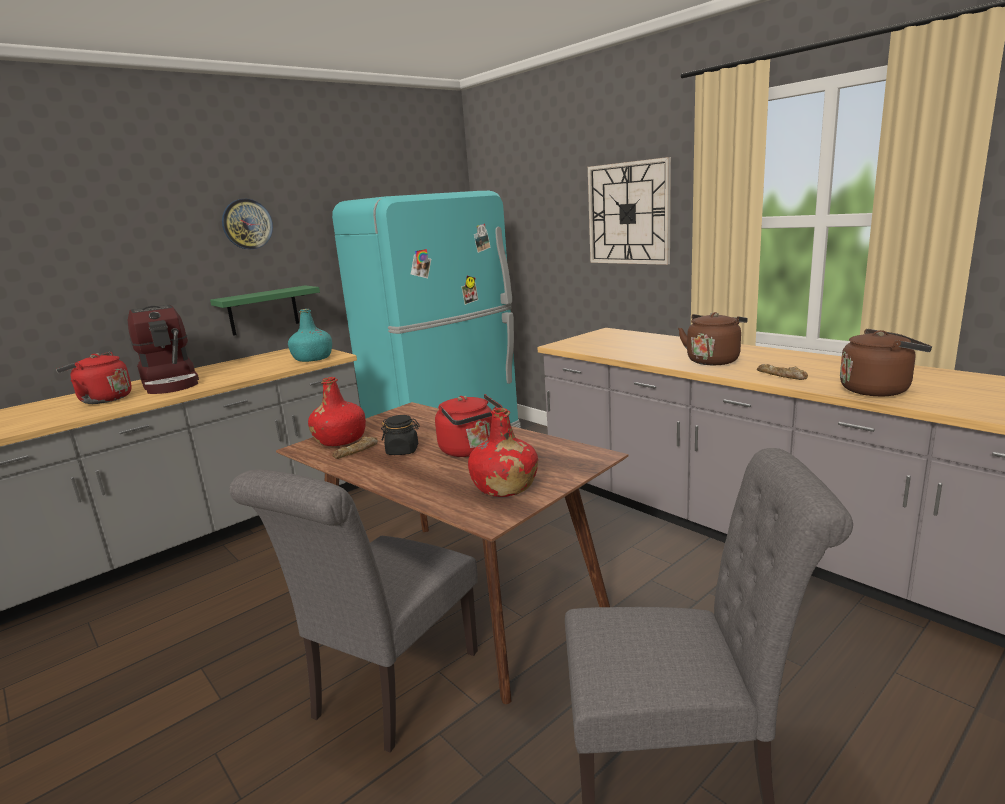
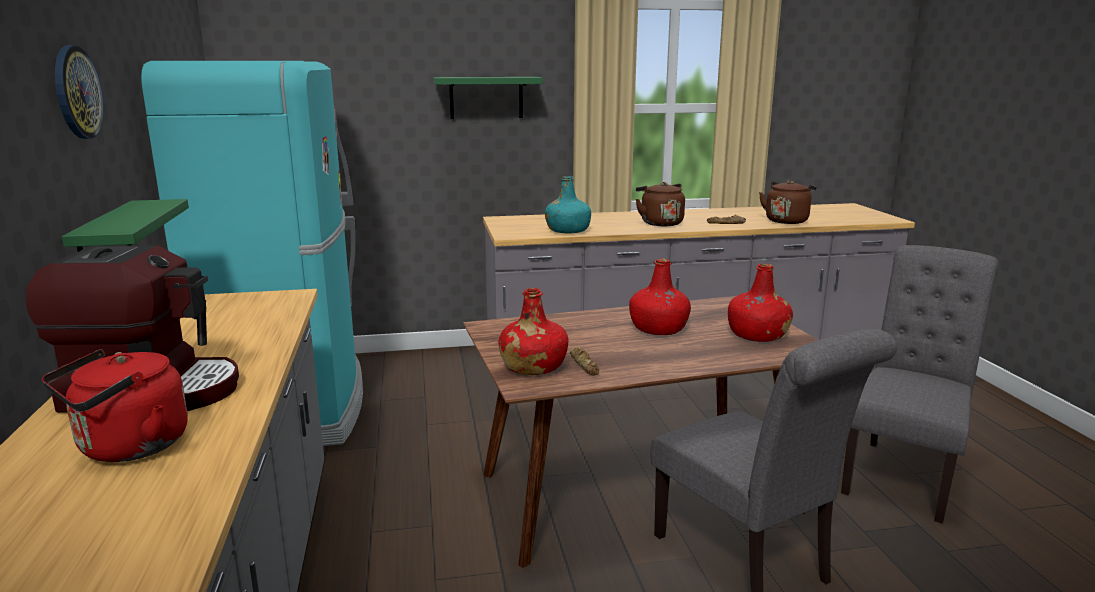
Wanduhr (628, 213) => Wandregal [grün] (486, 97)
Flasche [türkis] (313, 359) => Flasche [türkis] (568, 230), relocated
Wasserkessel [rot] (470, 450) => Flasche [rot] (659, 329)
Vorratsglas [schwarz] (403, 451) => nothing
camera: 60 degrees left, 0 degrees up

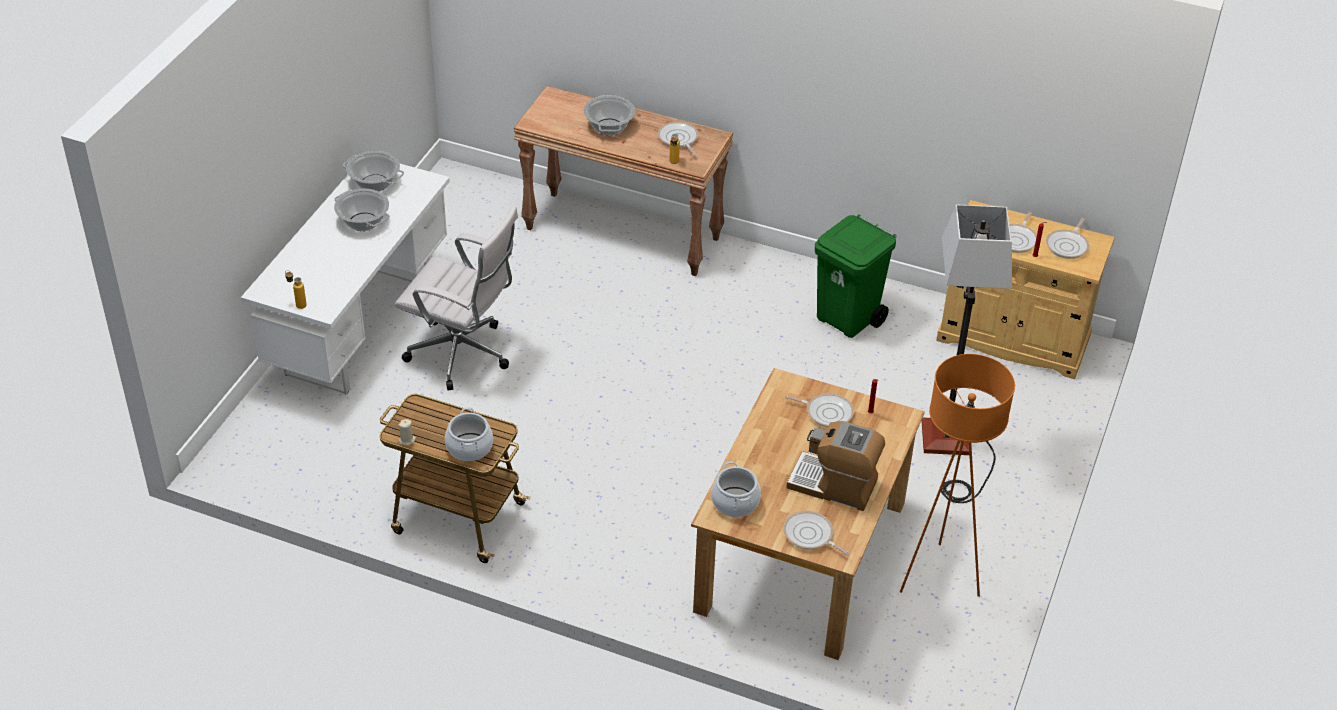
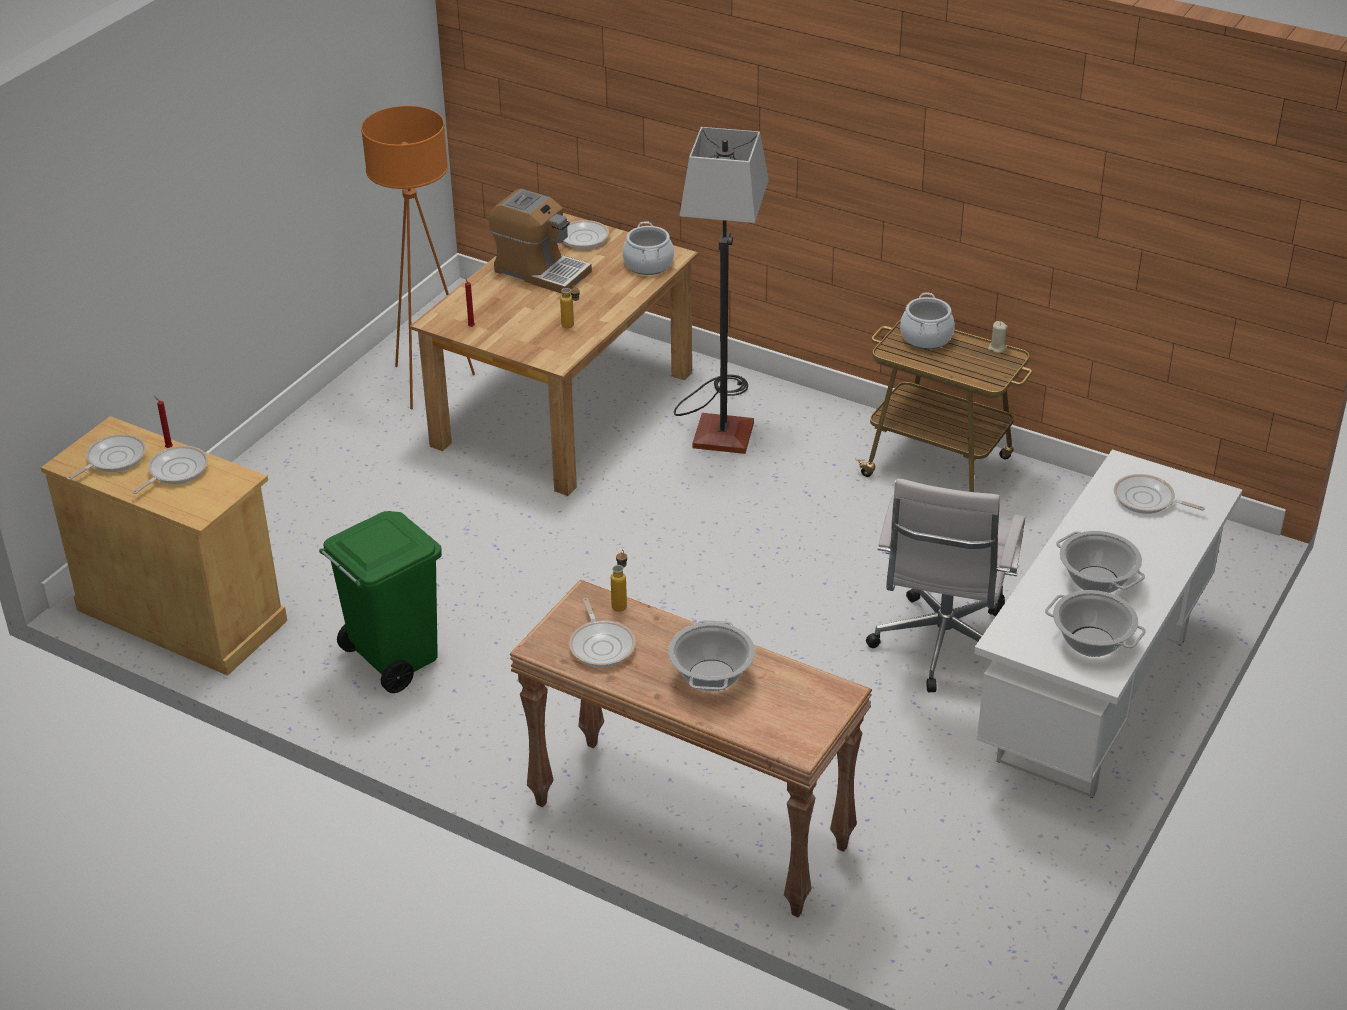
Stehlampe (951, 450) => Stehlampe (720, 424), relocated
Bürostuhl [weiß] (463, 355) => Bürostuhl [weiß] (941, 649), 105 degrees counterclockwise
Flasche (297, 304) => Flasche (572, 327), relocated
Pfanne (826, 412) => Pfanne (1147, 500), relocated
camera: 170 degrees left, 5 degrees down

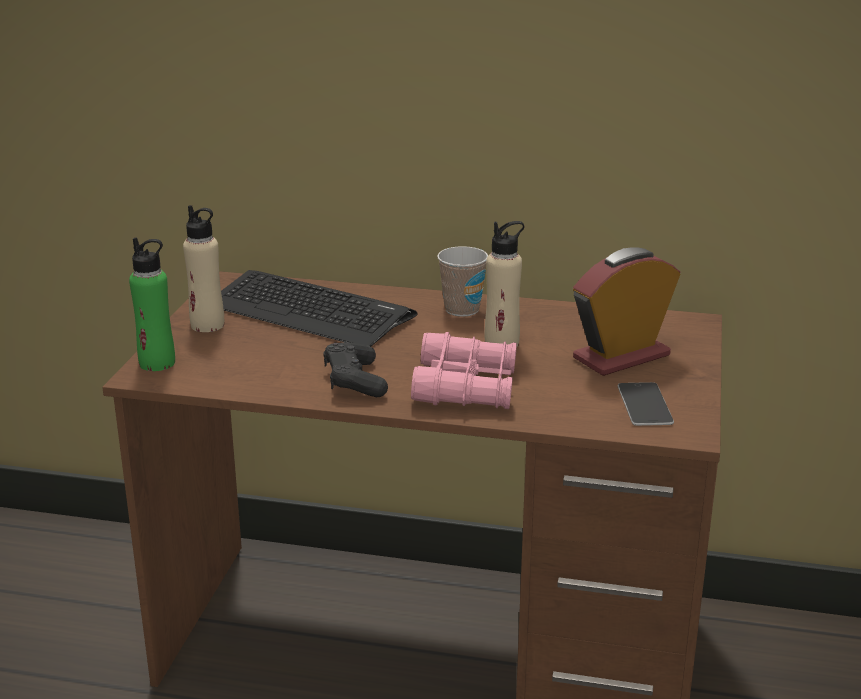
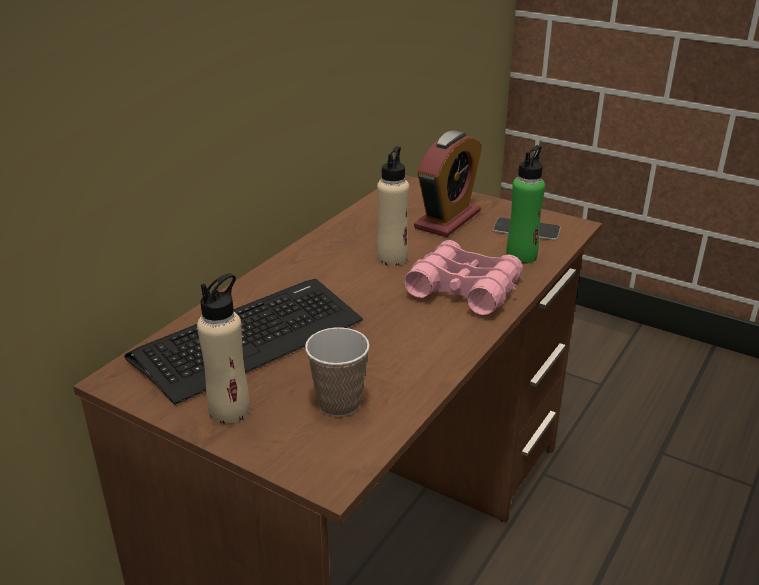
Flasche [grün] (157, 363) => Flasche [grün] (521, 256), relocated
Tasse (462, 309) => Tasse (339, 403), relocated
Wecker (621, 357) => Wecker (447, 220), 135 degrees counterclockwise
Gamepad [schwarz] (354, 381) => nothing
camera: 70 degrees left, 5 degrees up

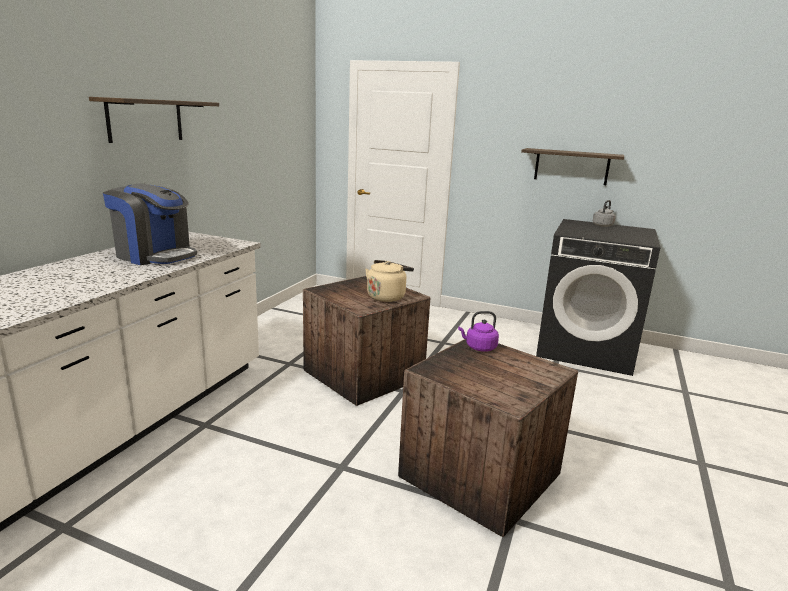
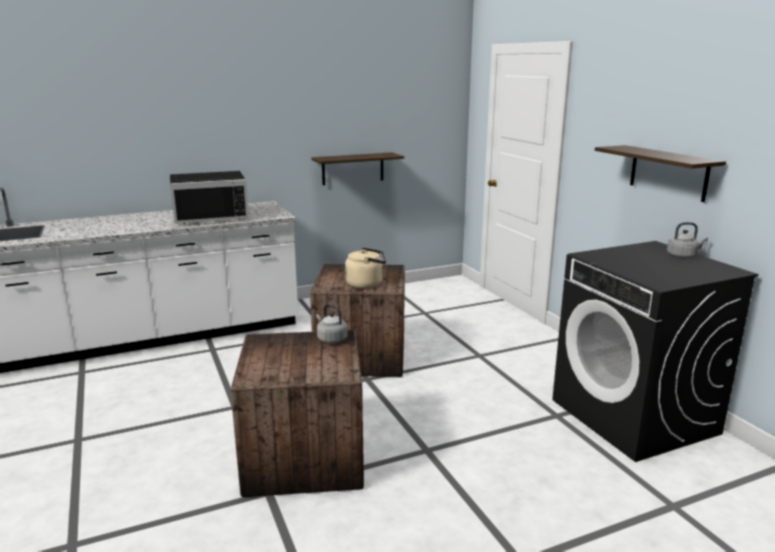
Wandregal (145, 120) => Wandregal (353, 168), relocated
Kaffeemaschine (155, 255) => Mikrowelle [schwarz] (211, 216)
Wasserkessel [lila] (479, 347) => Wasserkessel [grau] (331, 339)
camera: 45 degrees right, 0 degrees up

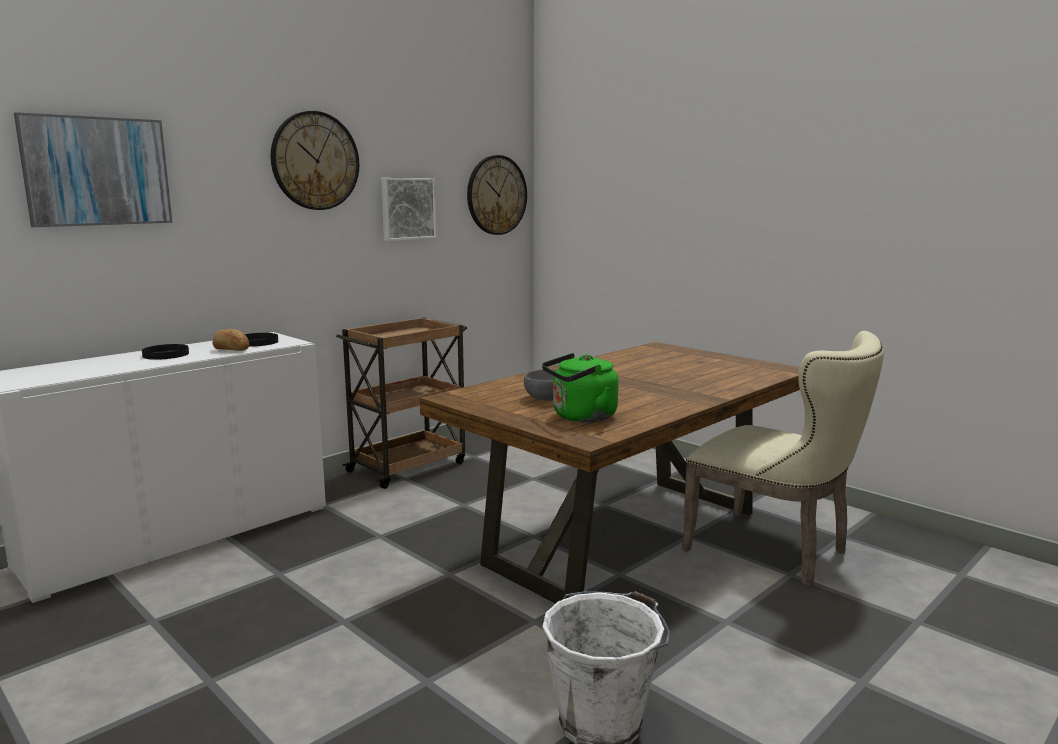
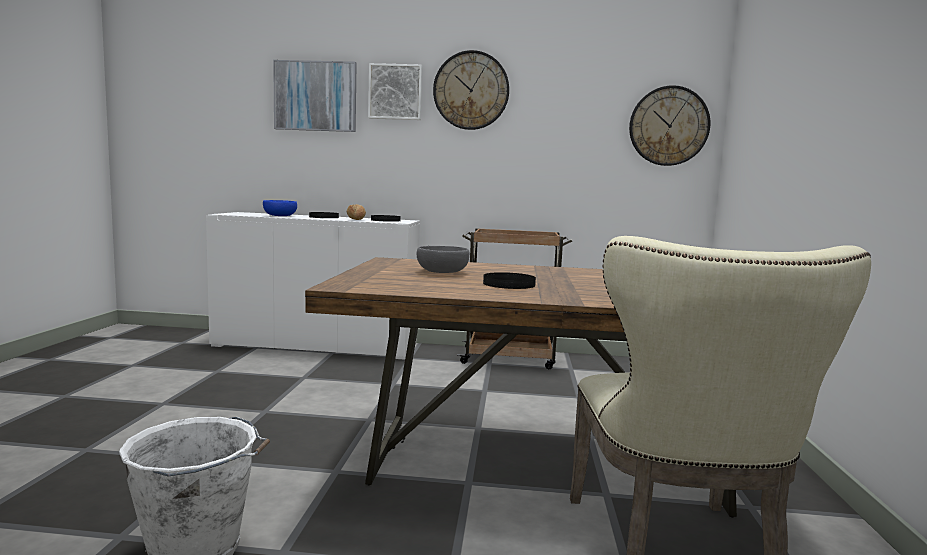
Bild (407, 208) => Bild (395, 92), relocated
Wasserkessel [grün] (581, 417) => nothing
nothing => Schüssel [blau] (279, 216)
nothing => Teller [schwarz] (509, 284)
camera: 50 degrees right, 5 degrees down

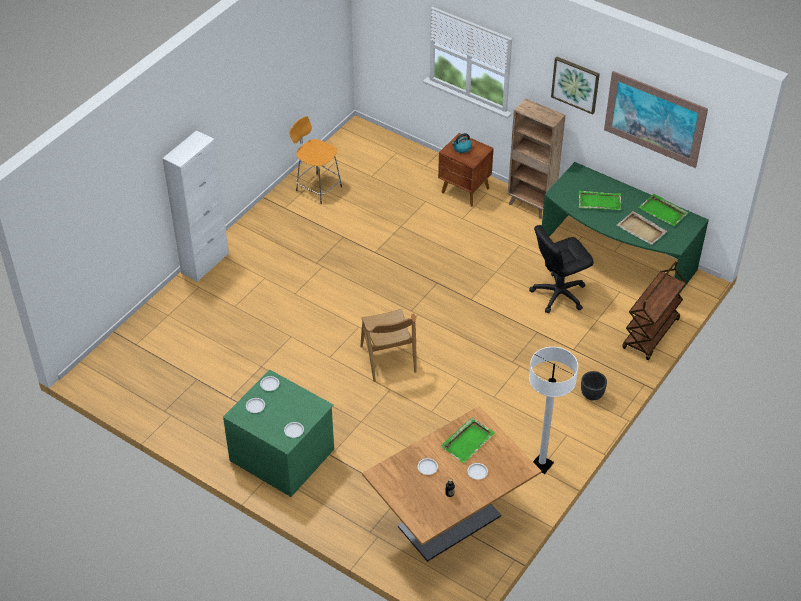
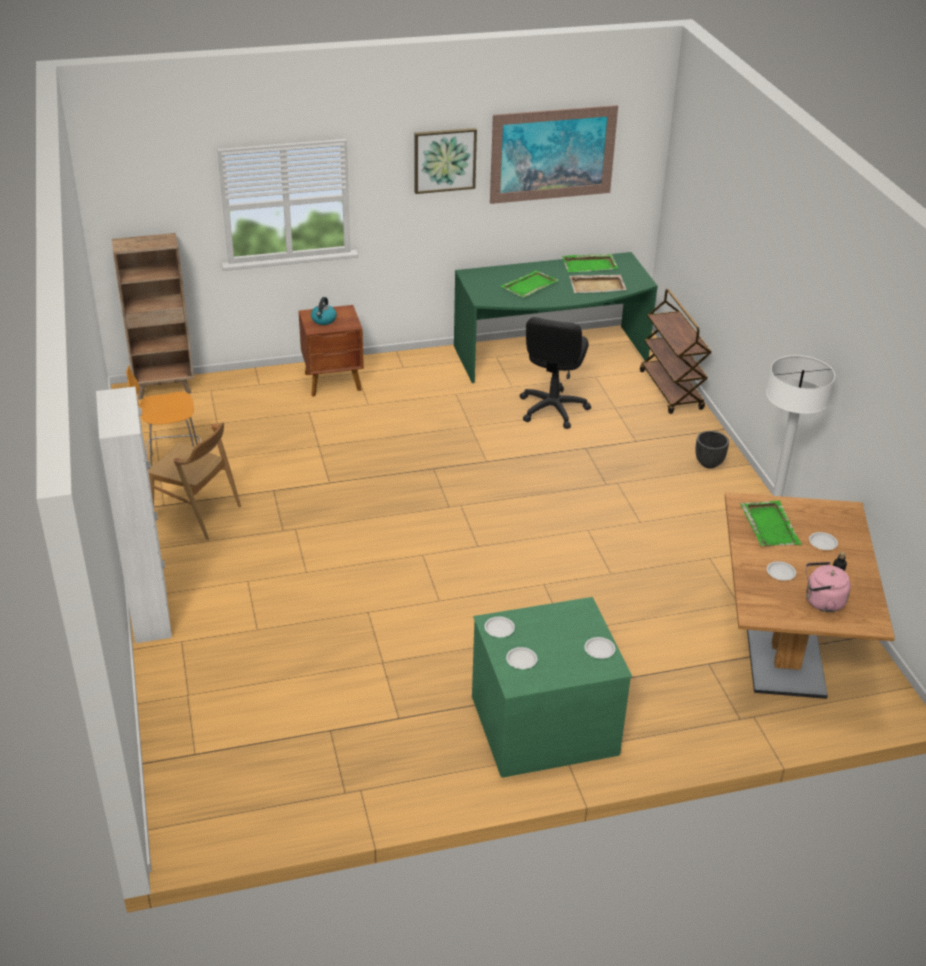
Bücherregal [braun] (531, 205) => Bücherregal [braun] (165, 388), relocated
Stuhl [braun] (388, 359) => Stuhl [braun] (196, 514), relocated
nothing => Wasserkessel [rosa] (821, 602)
camera: 50 degrees left, 10 degrees down

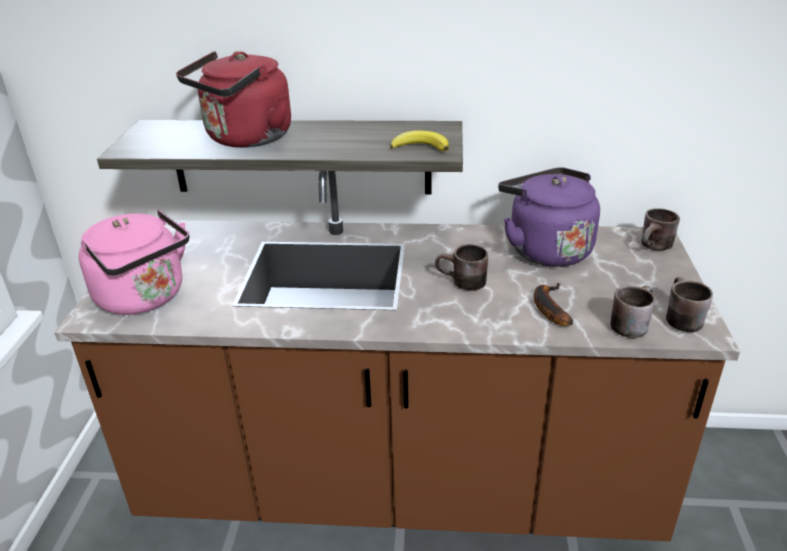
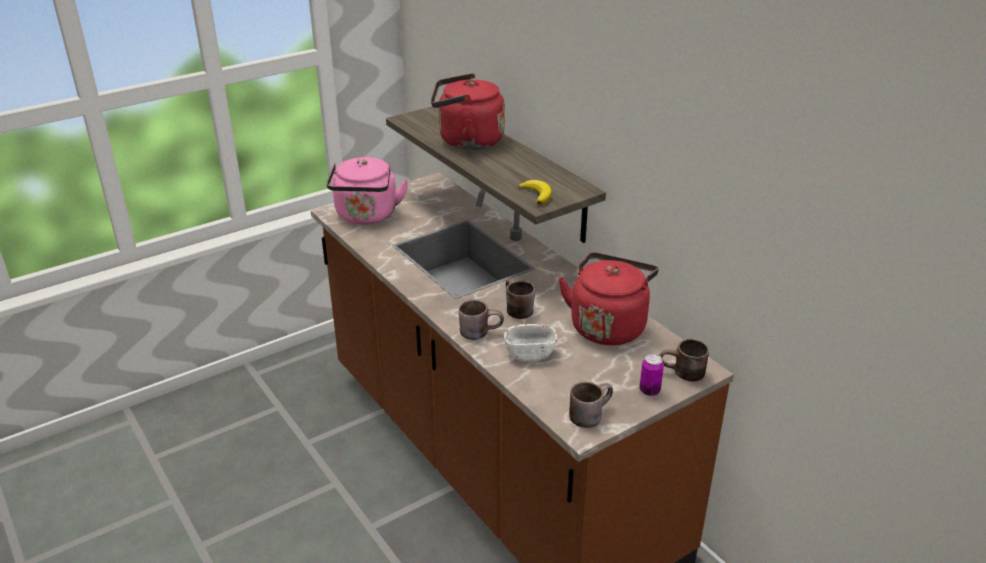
Wasserkessel [lila] (545, 249) => Wasserkessel [rot] (608, 325)
Banane (548, 307) => Schüssel [weiß] (530, 354)
Henkelbecher [braun] (629, 323) => Henkelbecher [braun] (480, 331), relocated
nothing => Dose (649, 391)
camera: 50 degrees right, 0 degrees up

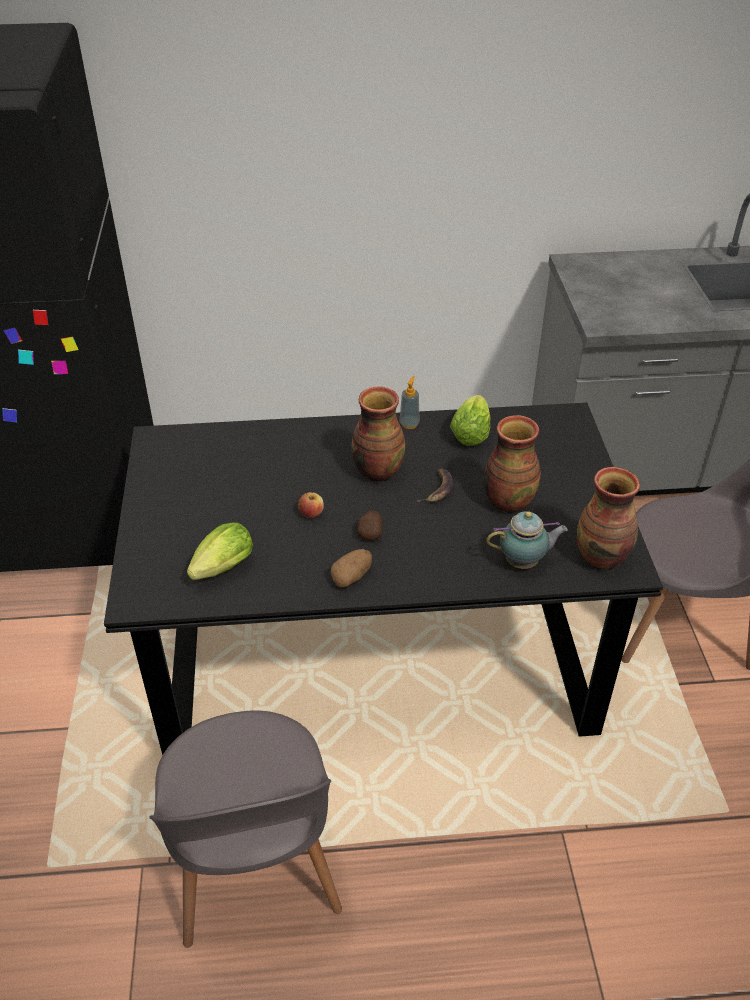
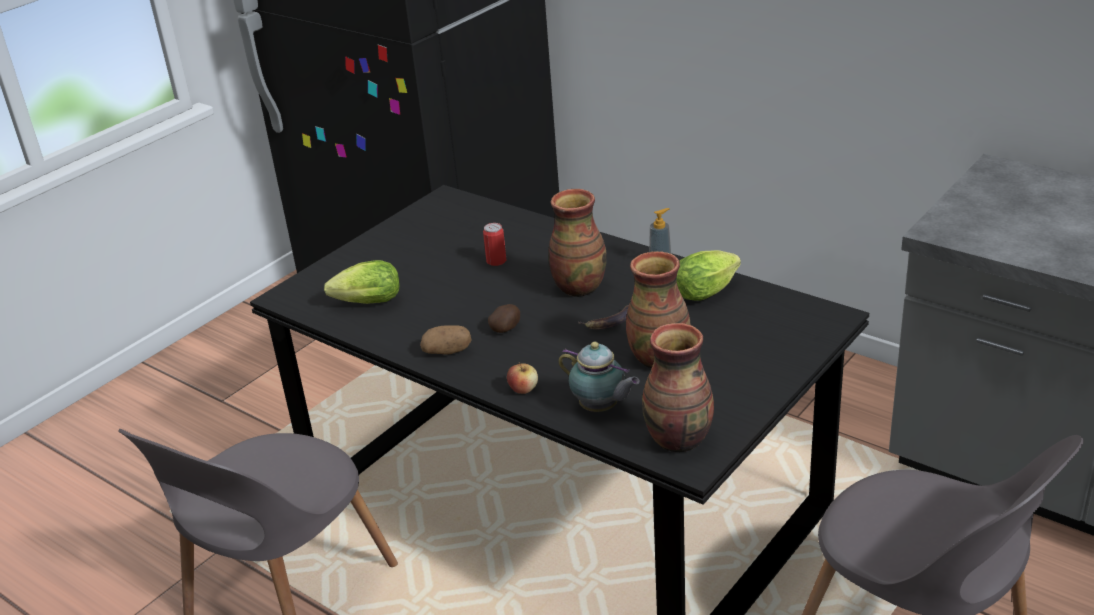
Apfel (311, 513) => Apfel (523, 389), relocated
nothing => Dose (496, 261)
camera: 45 degrees right, 10 degrees down

